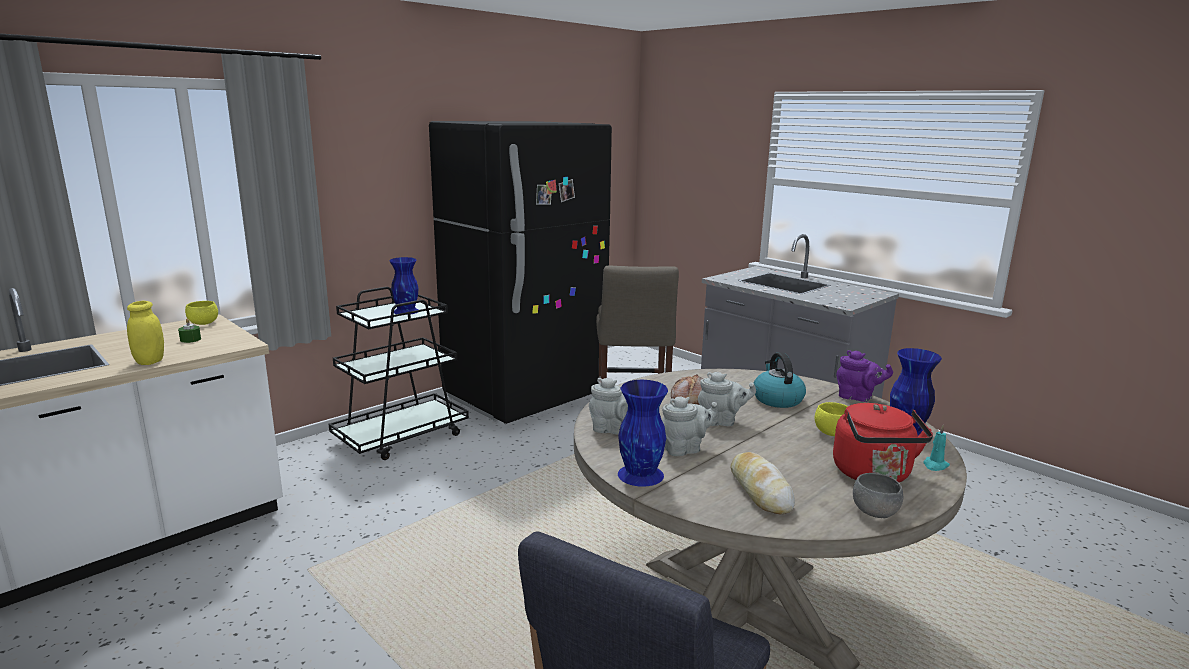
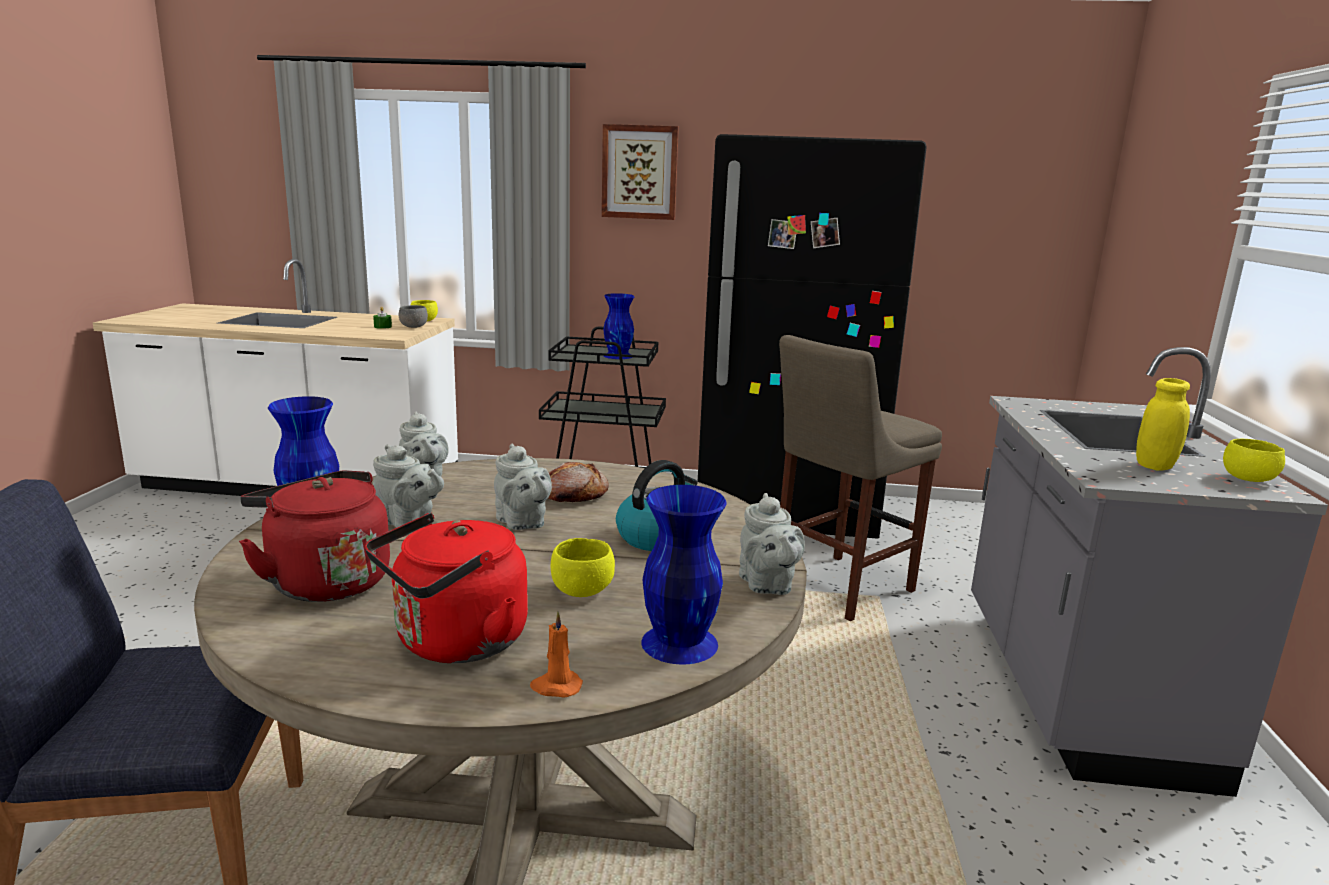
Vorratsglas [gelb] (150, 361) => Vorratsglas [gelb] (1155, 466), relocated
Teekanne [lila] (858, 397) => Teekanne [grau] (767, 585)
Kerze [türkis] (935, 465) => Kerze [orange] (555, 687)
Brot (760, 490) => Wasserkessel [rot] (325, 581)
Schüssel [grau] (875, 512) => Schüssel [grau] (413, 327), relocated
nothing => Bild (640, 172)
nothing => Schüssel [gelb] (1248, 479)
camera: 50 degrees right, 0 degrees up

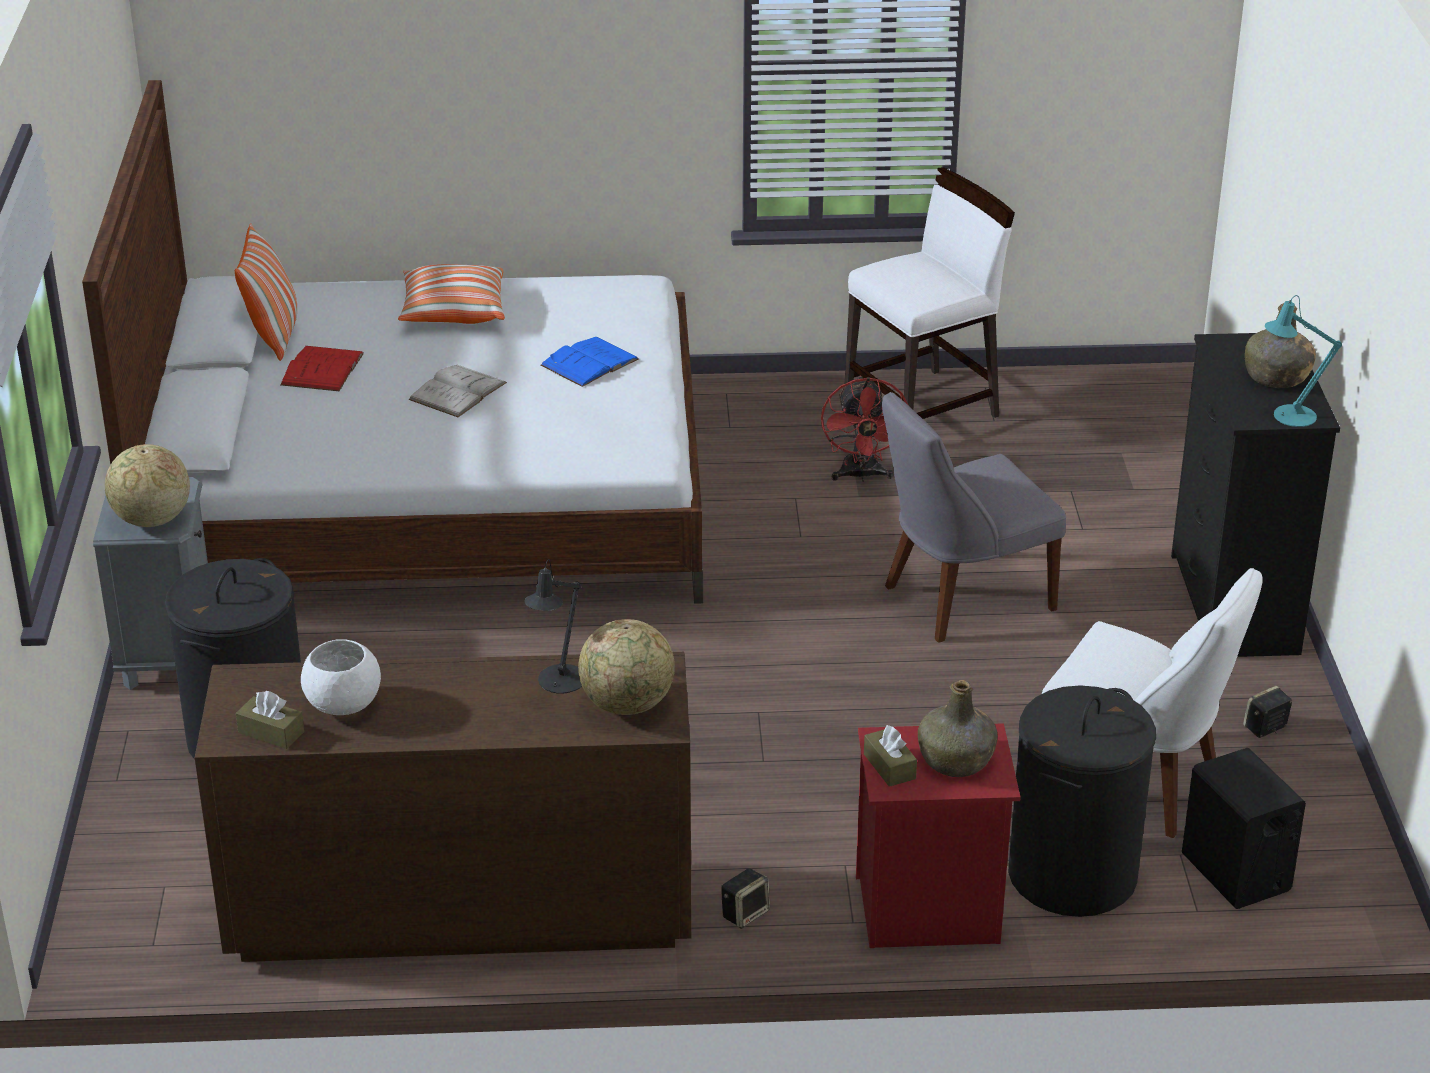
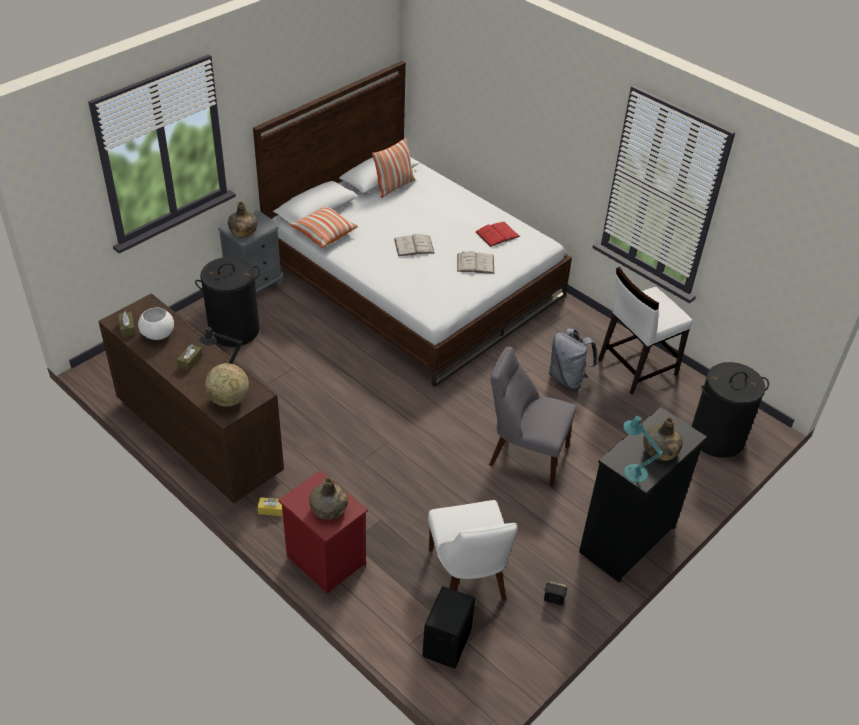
Stuhl [weiß] (923, 408) => Stuhl [weiß] (636, 367), 135 degrees clockwise
Kissen (453, 312) => Kissen (324, 233), relocated
Buch [blau] (589, 362) => Buch [weiß] (475, 263)
Buch [rot] (322, 369) => Buch [rot] (497, 234), relocated
Ventilator [rot] (861, 475) => Rucksack [grau] (568, 378)
Globus (151, 520) => Flasche [grün] (243, 231)
Wäschekorb [schwarz] (1072, 875) => Wäschekorb [schwarz] (716, 438), relocated
Taschentuchbox [braun] (889, 766) => Taschentuchbox [braun] (190, 361), relocated
Lautsprecher (745, 913) => Taschentuchbox [gelb] (271, 510)
camera: 45 degrees right, 10 degrees up

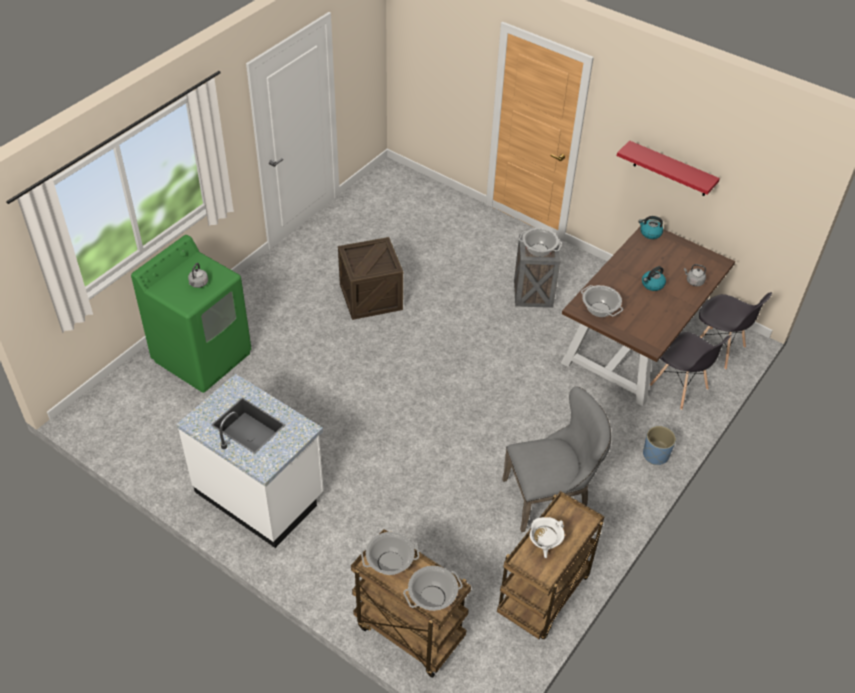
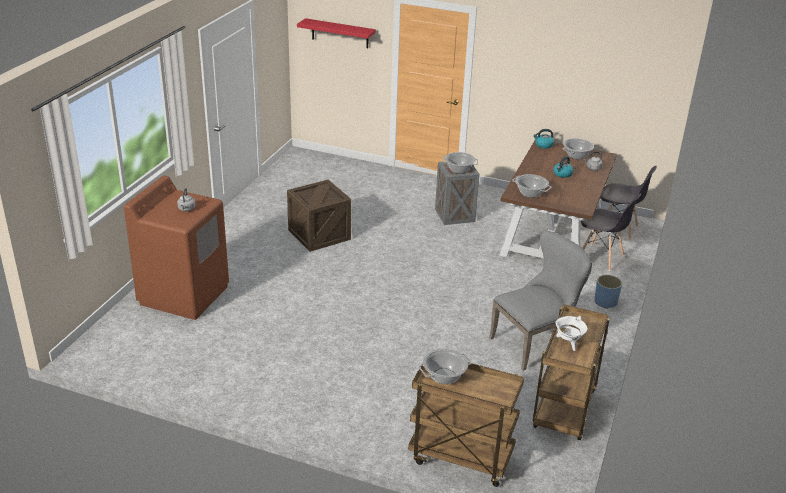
Wandregal [rot] (671, 169) => Wandregal [rot] (340, 33), relocated
Waschmaschine [grün] (203, 356) => Waschmaschine [braun] (184, 294)
Küchenzeile [weiß] (260, 493) => nothing
Kochtopf (432, 597) => Kochtopf (576, 155), relocated
camera: 15 degrees left, 15 degrees down

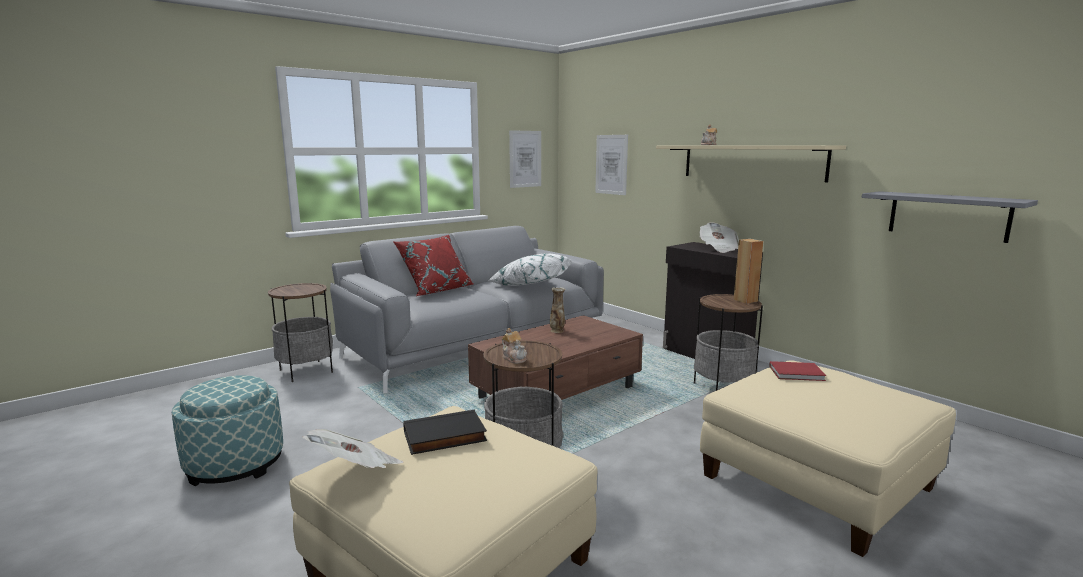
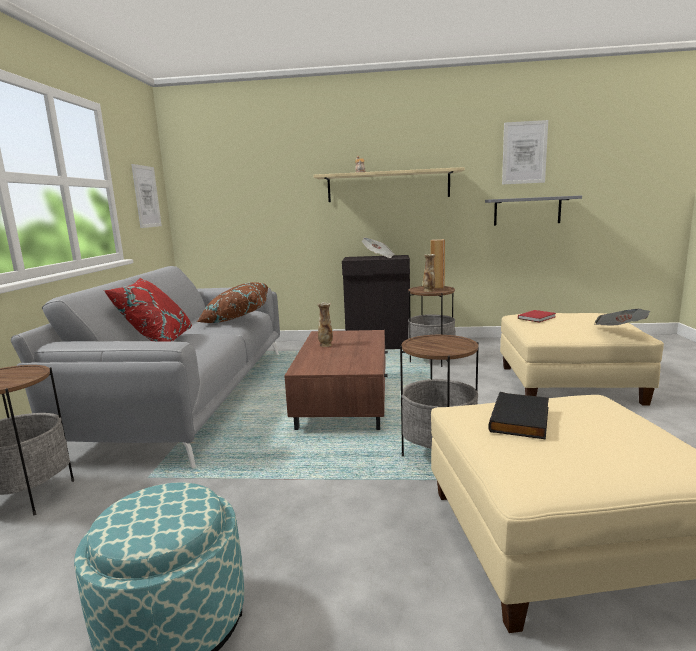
Bild (611, 164) => Bild (524, 152), relocated
Kissen [weiß] (529, 285) => Kissen [braun] (236, 318)
Teekanne (514, 358) => nothing
Zeitung (356, 470) => Zeitung (619, 331), relocated
nothing => Vase (429, 290)
camera: 45 degrees left, 0 degrees up

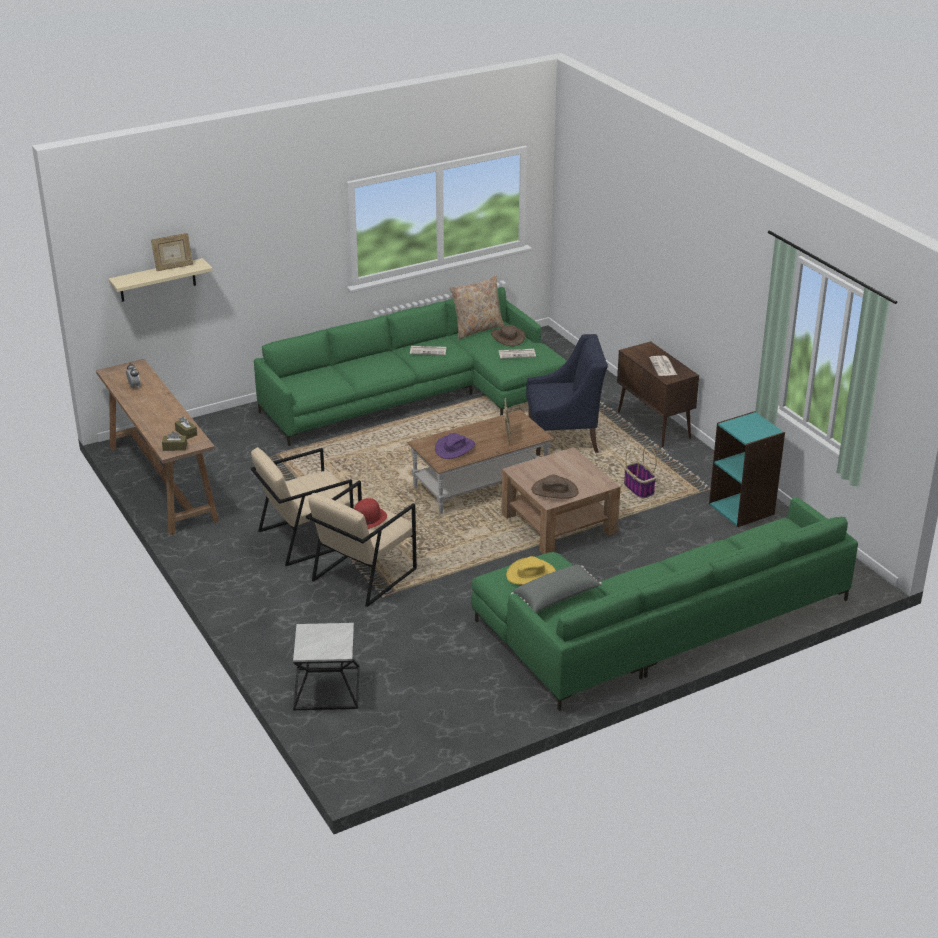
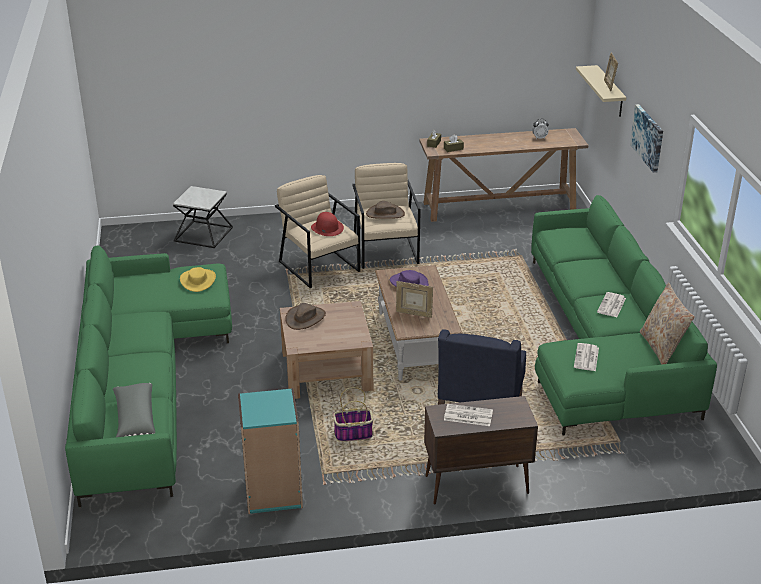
Hut [braun] (508, 337) => Hut [braun] (385, 214), relocated
Kissen [grau] (556, 598) => Kissen [grau] (135, 419), relocated
nothing => Bild (648, 137)
camera: 110 degrees right, 0 degrees up

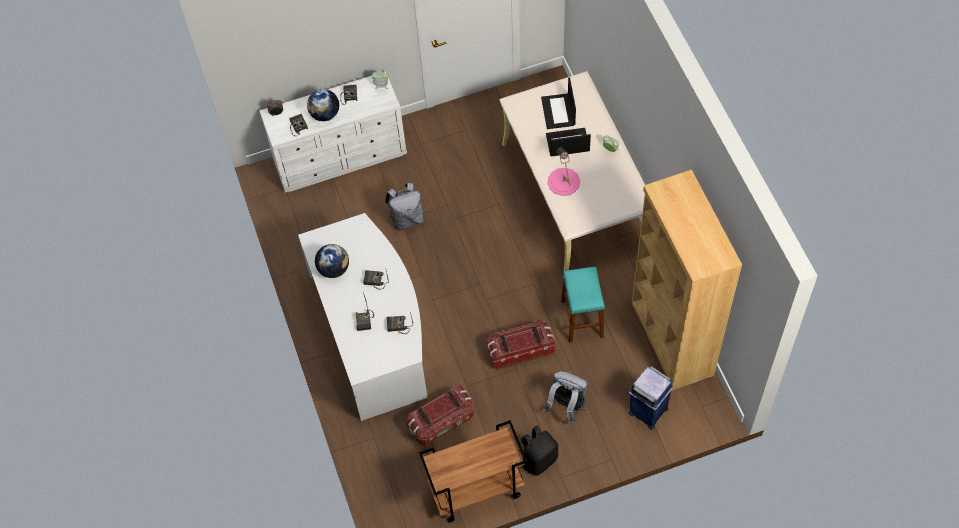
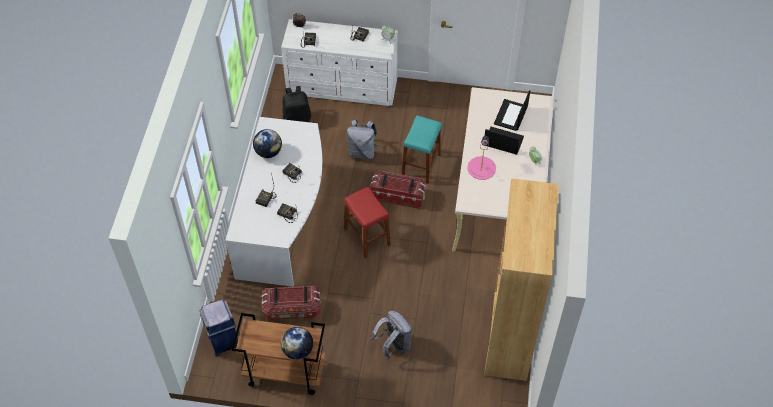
Globus (325, 114) => Globus (298, 350), relocated
Hocker [türkis] (582, 319) => Hocker [türkis] (421, 165), relocated
Aufbewahrungsbox (520, 350) => Aufbewahrungsbox (398, 195), relocated
Mülleimer [blau] (647, 410) => Mülleimer [blau] (223, 341), relocated
Rucksack [schwarz] (538, 459) => Rucksack [schwarz] (297, 118), relocated
nothing => Hocker [rot] (367, 237)
camera: 25 degrees right, 5 degrees down

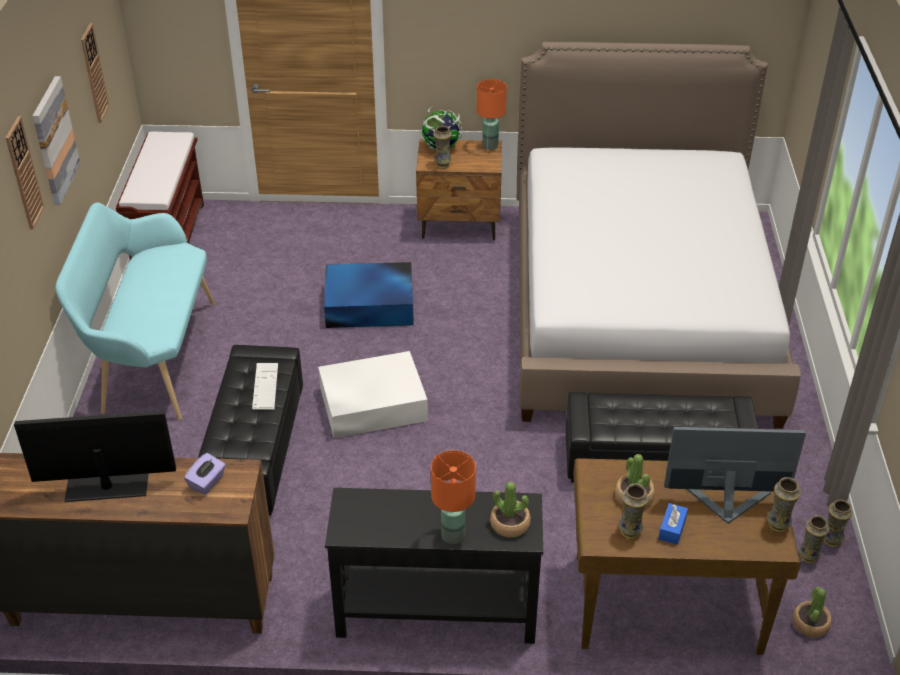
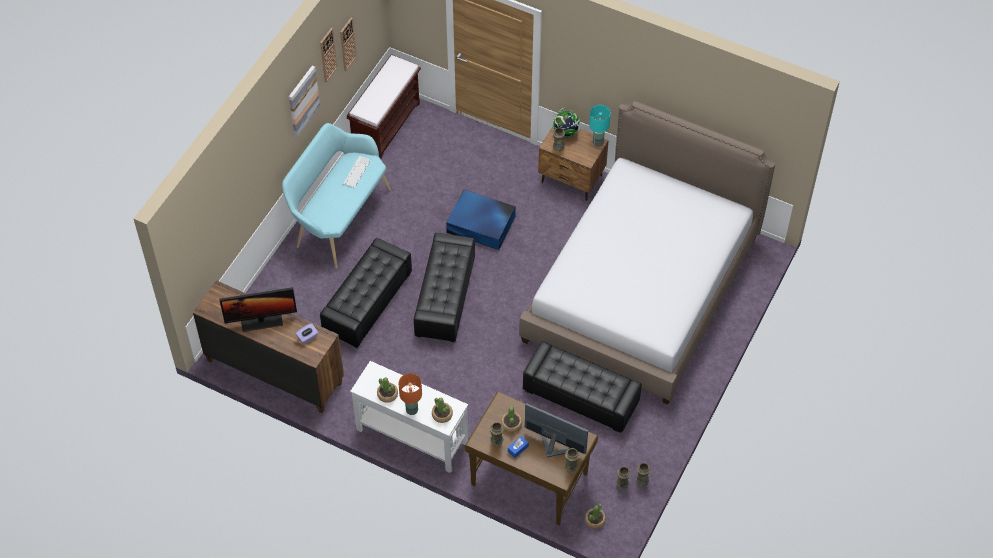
Tischlampe [orange] (490, 146) => Tischlampe [türkis] (598, 142)
Wanduhr (23, 173) => Wanduhr (328, 54), relocated
Aufbewahrungsbox [weiß] (371, 404) => Polsterhocker [schwarz] (445, 297)
Tastatur (265, 386) => Tastatur (357, 172), relocated
Monitor (107, 485) => Monitor (261, 321), 150 degrees clockwise
Konsolentisch [schwarz] (435, 611) => Konsolentisch [weiß] (411, 436)
nothing => Topfpflanze (387, 394)
camera: 25 degrees right, 15 degrees up

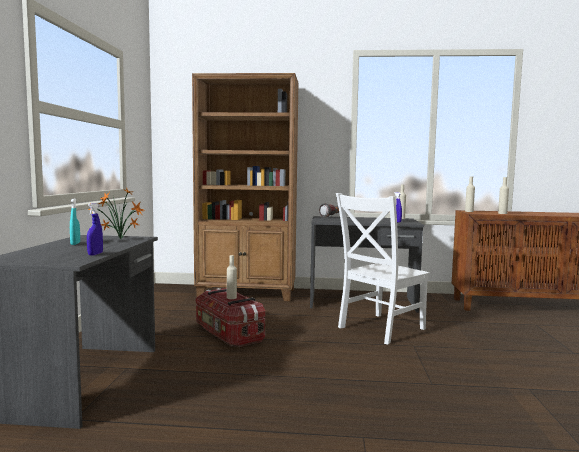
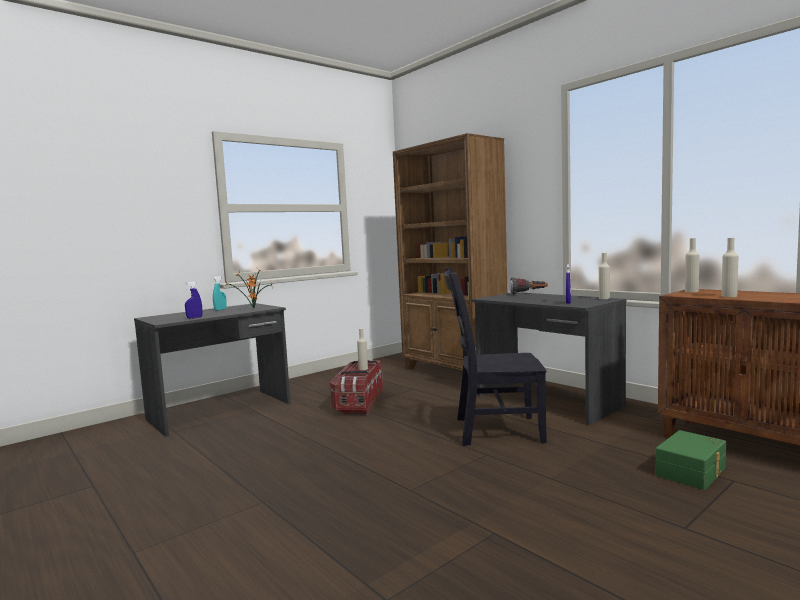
Stuhl [weiß] (379, 329) => Stuhl [schwarz] (494, 430)
nothing => Aufbewahrungsbox [grün] (692, 472)
camera: 45 degrees right, 0 degrees up

